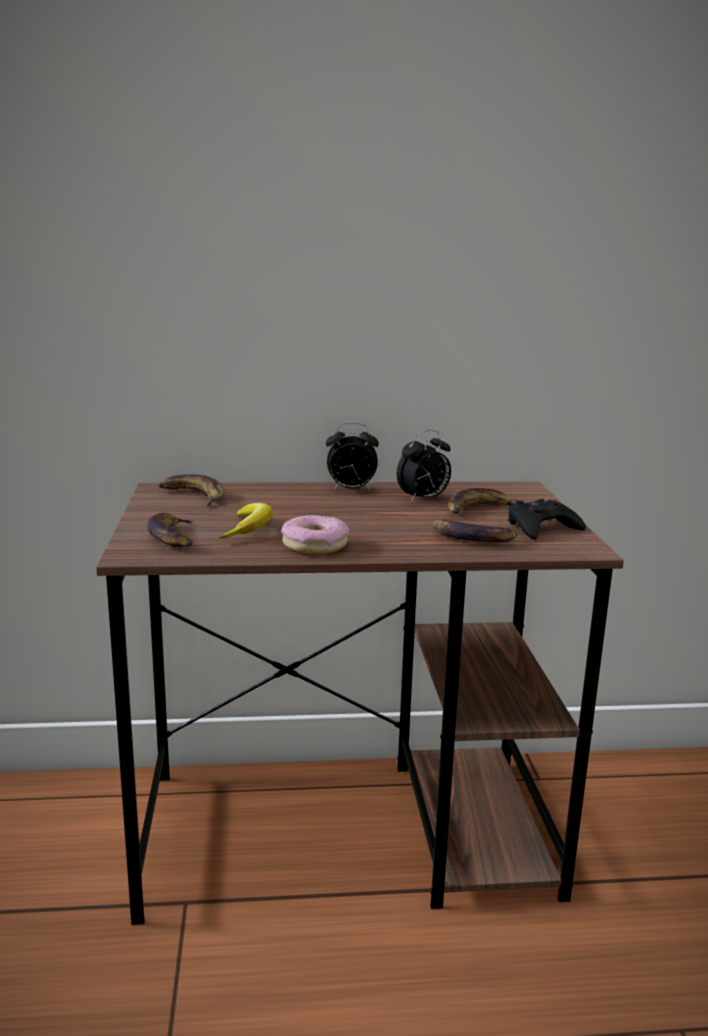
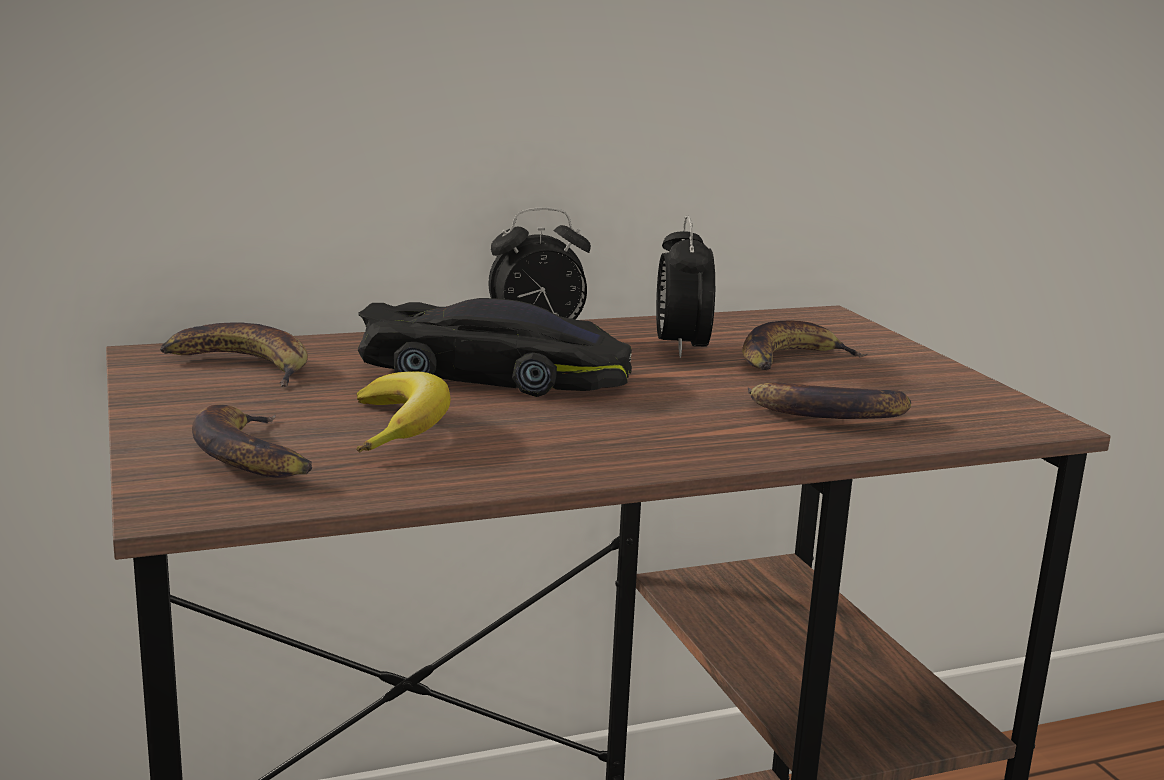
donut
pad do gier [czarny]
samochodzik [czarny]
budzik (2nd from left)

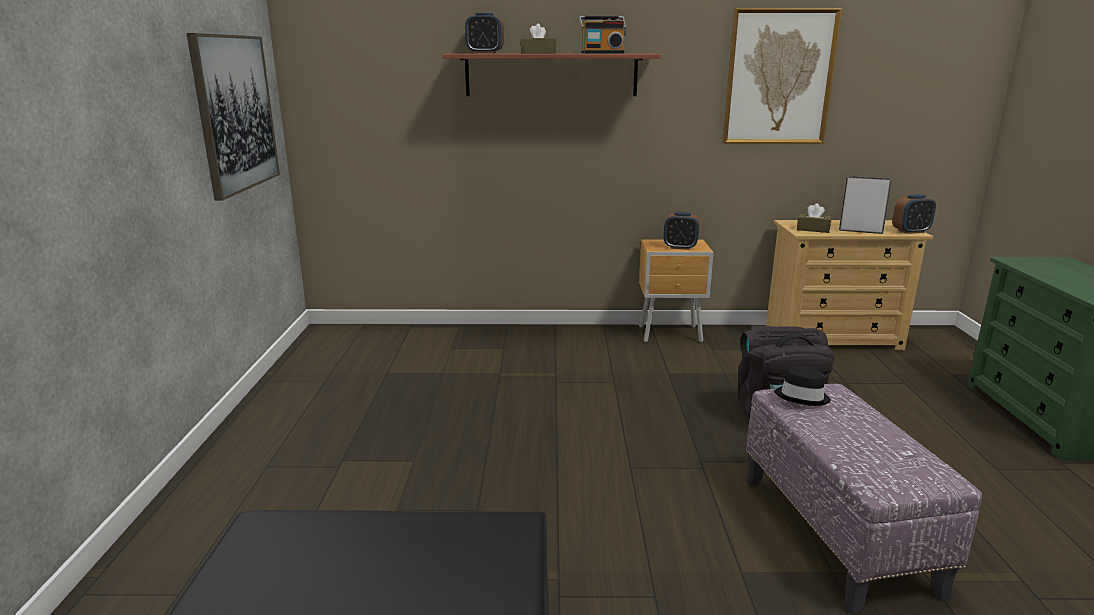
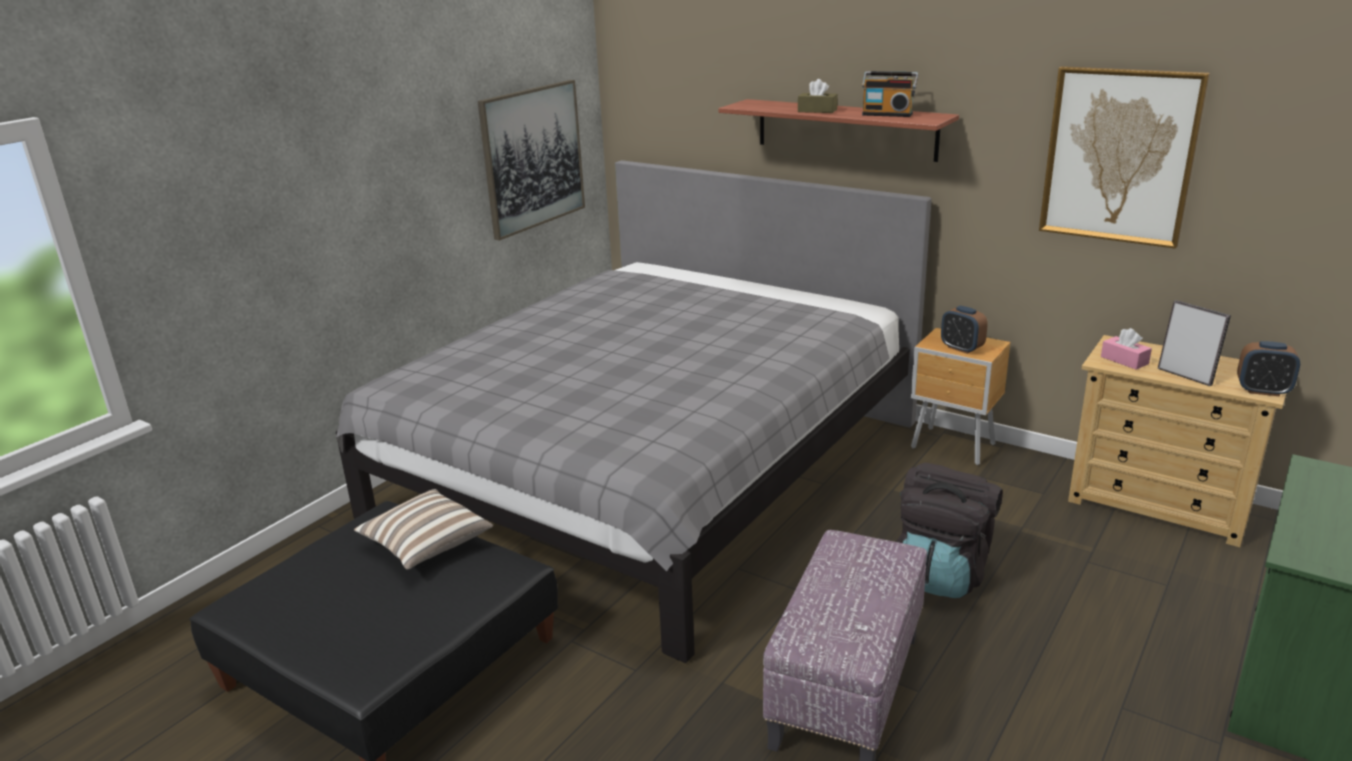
budzik (1st from left in the first image)
kapelusz [czarny]
łóżko [szary]
poduszka
pudełko chusteczek [różowy]

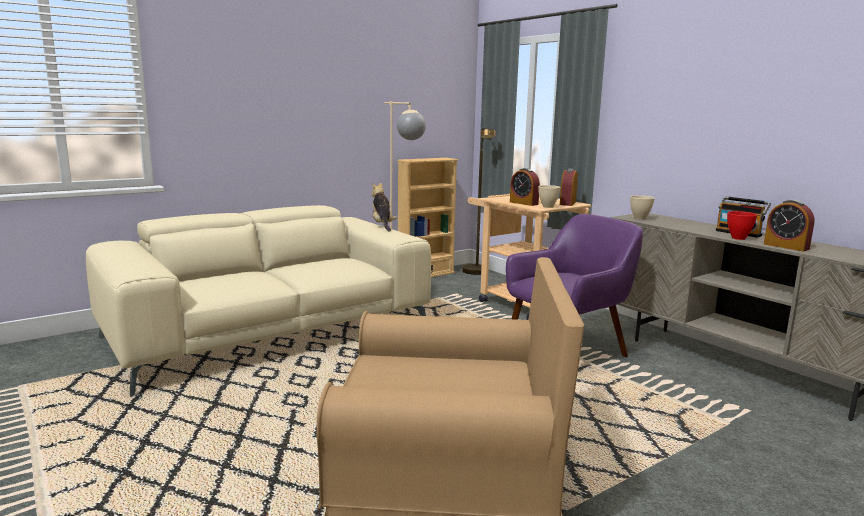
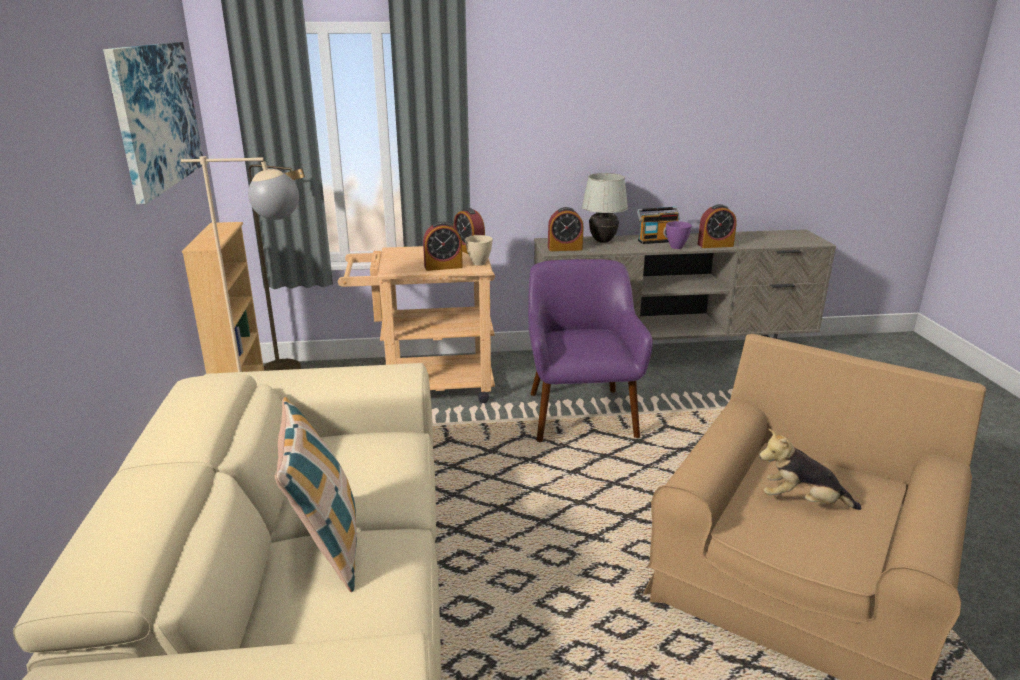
obraz
poduszka
lampa stołowa [biały]
pluszak
budzik (3rd from left)
miska [fioletowy]

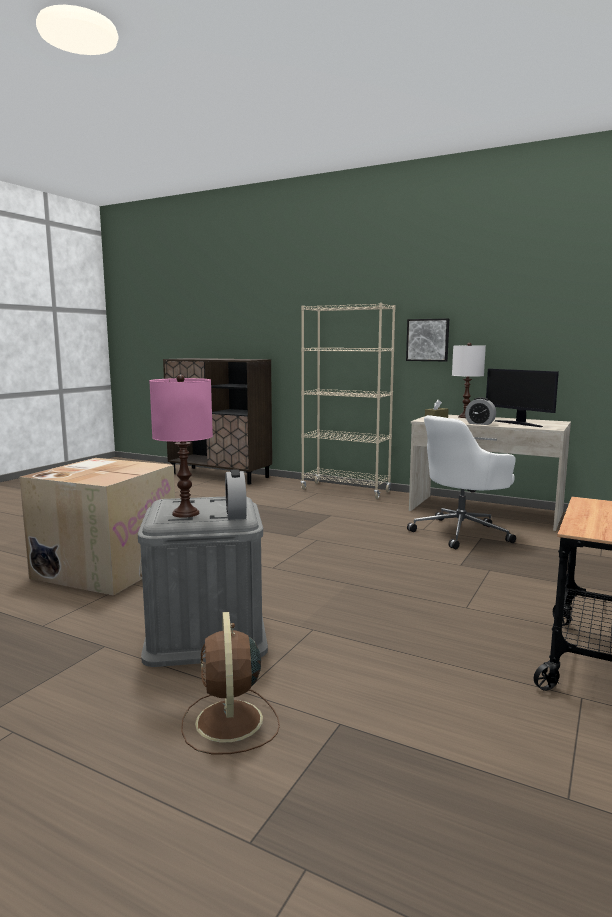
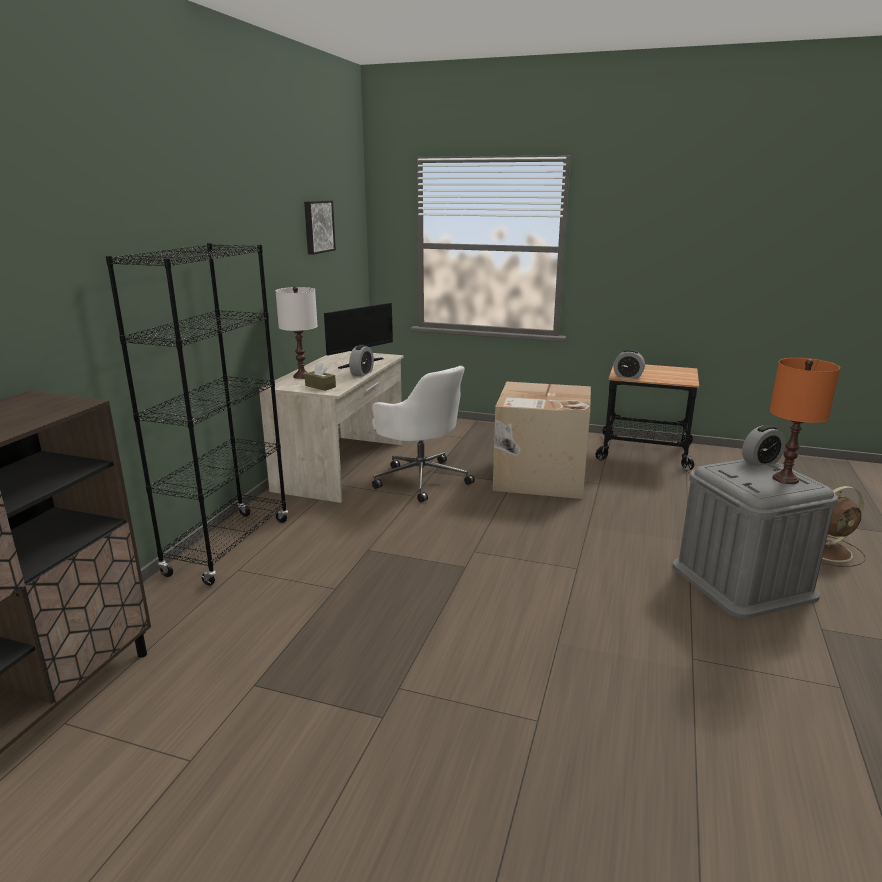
budzik (2nd from left)
karton
obraz
lampa stołowa [pomarańczowy]
regał [czarny]

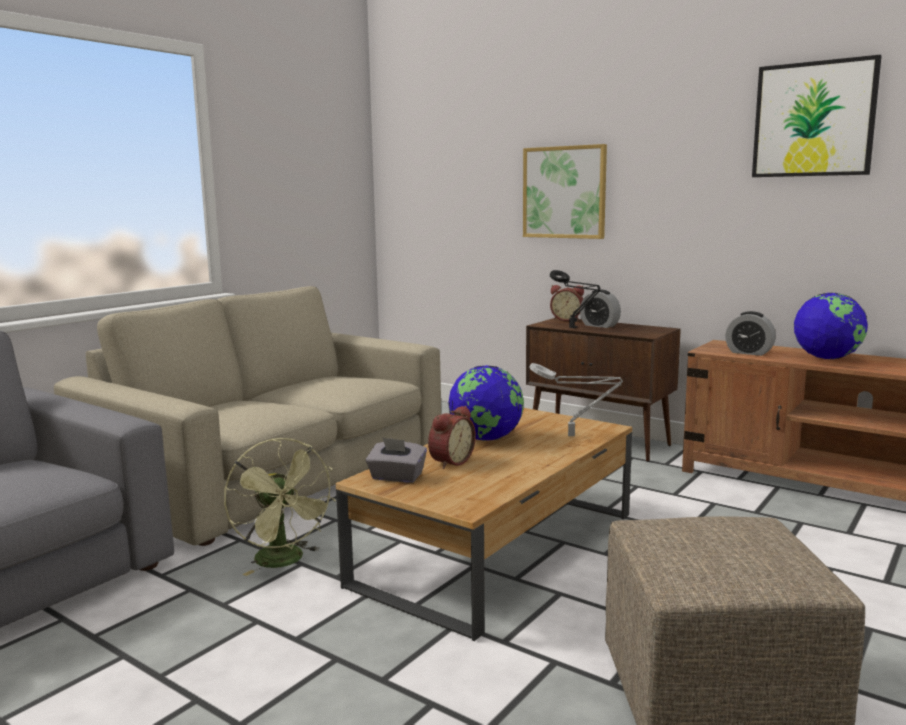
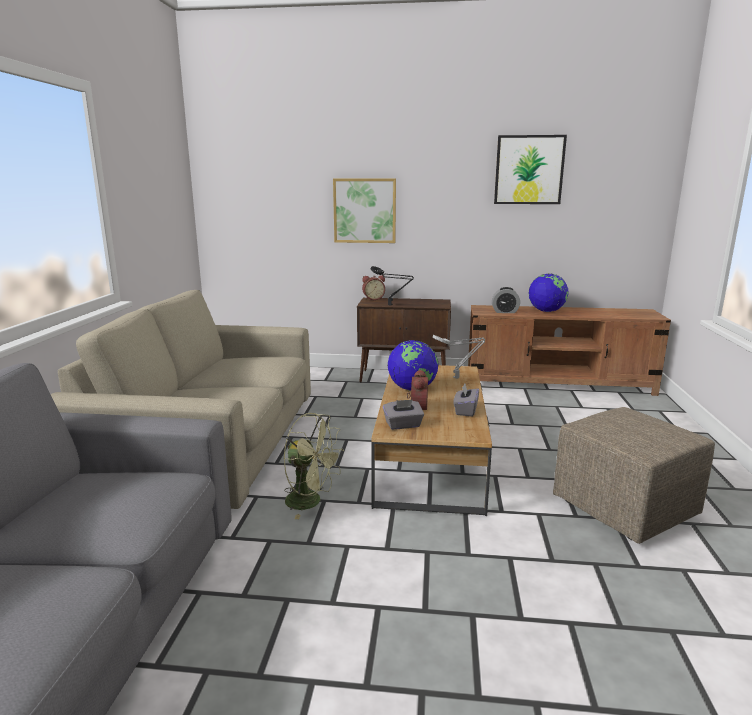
budzik (3rd from left in the first image)
pudełko chusteczek [szary] (2nd from left)

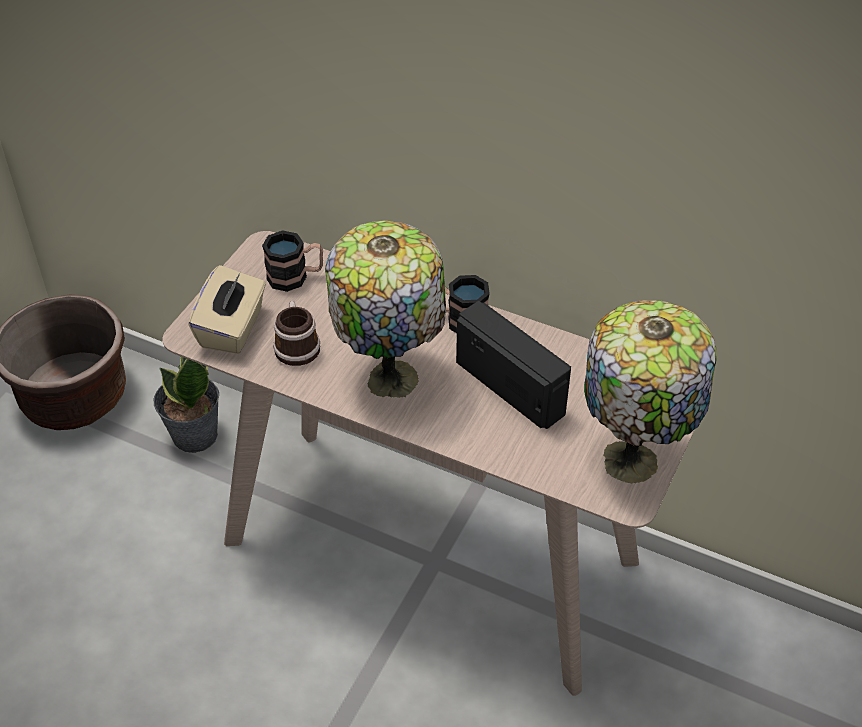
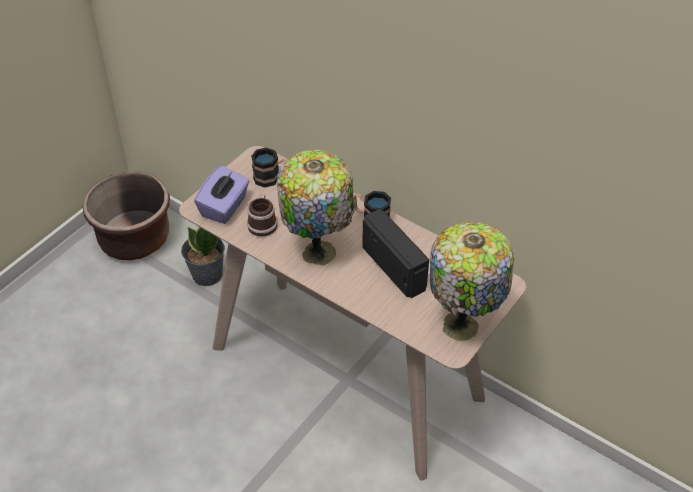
pudełko chusteczek [fioletowy]

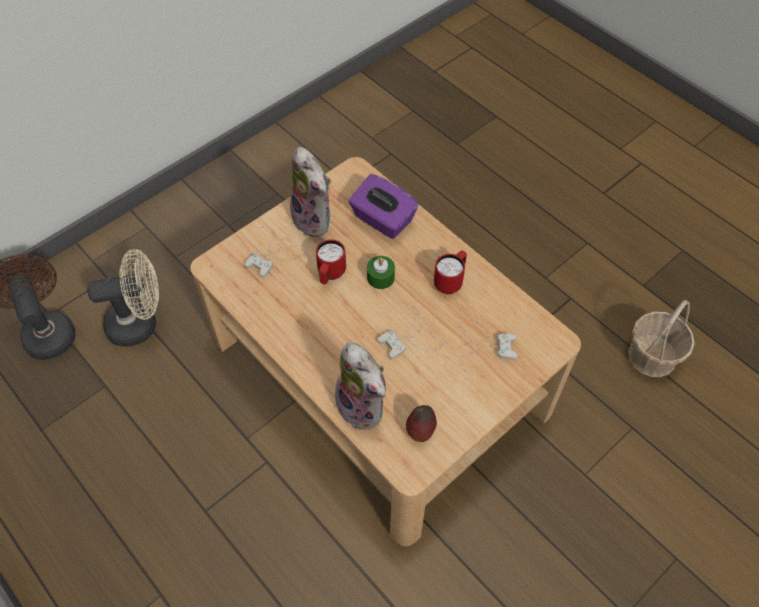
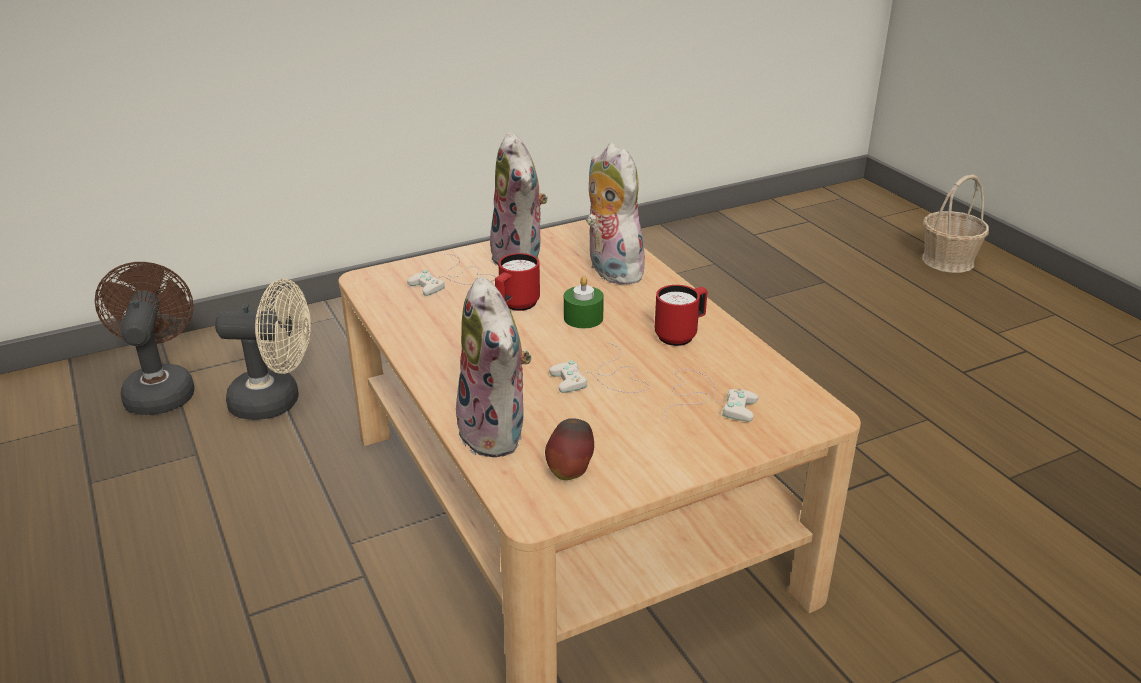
koszyk
pluszak (3rd from left)

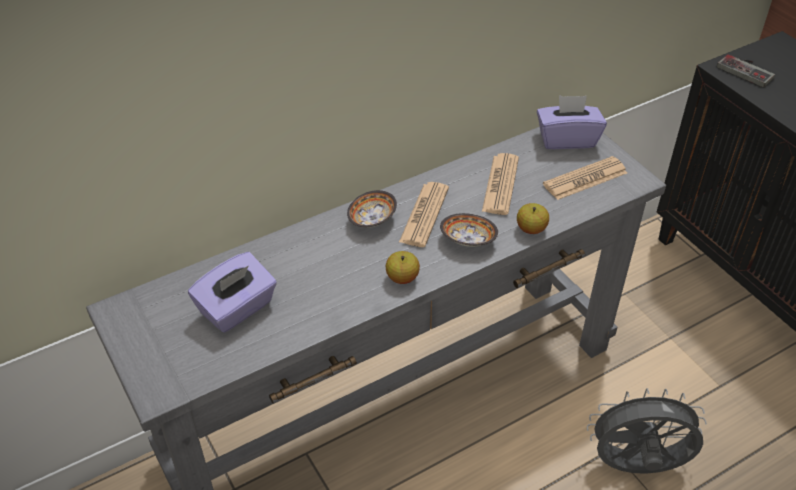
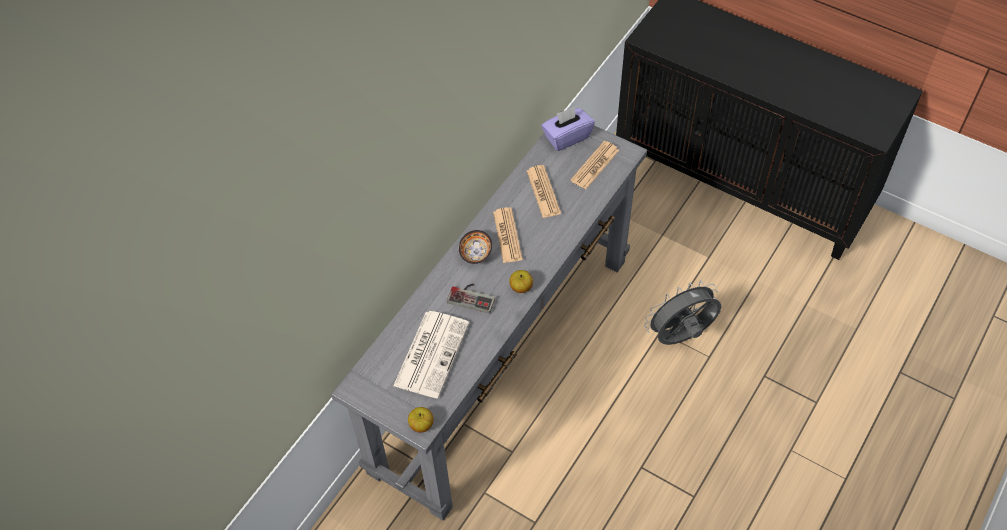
miska (2nd from left in the first image)
jabłko (1st from left)
pad do gier
gazeta (1st from left)

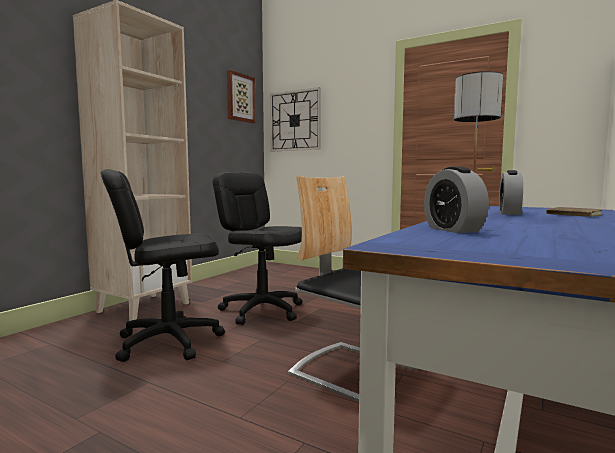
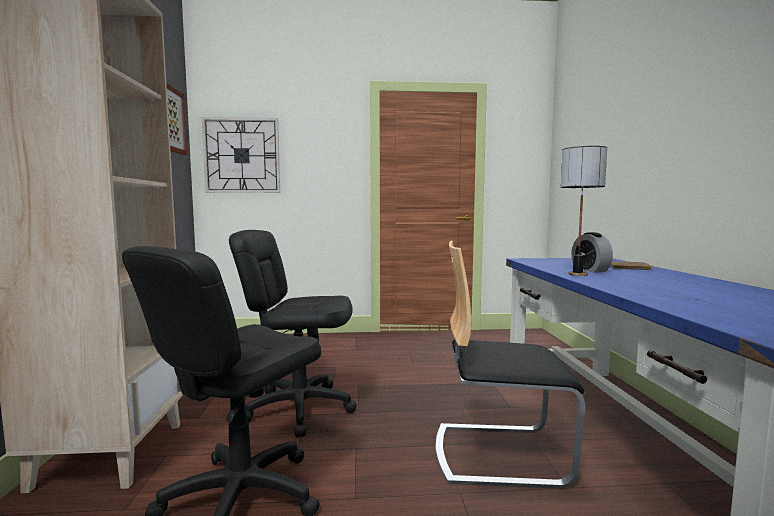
budzik (1st from left in the first image)

